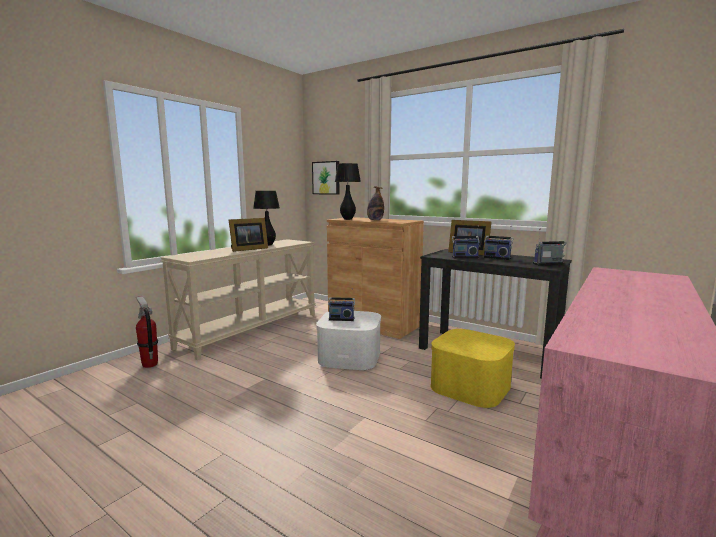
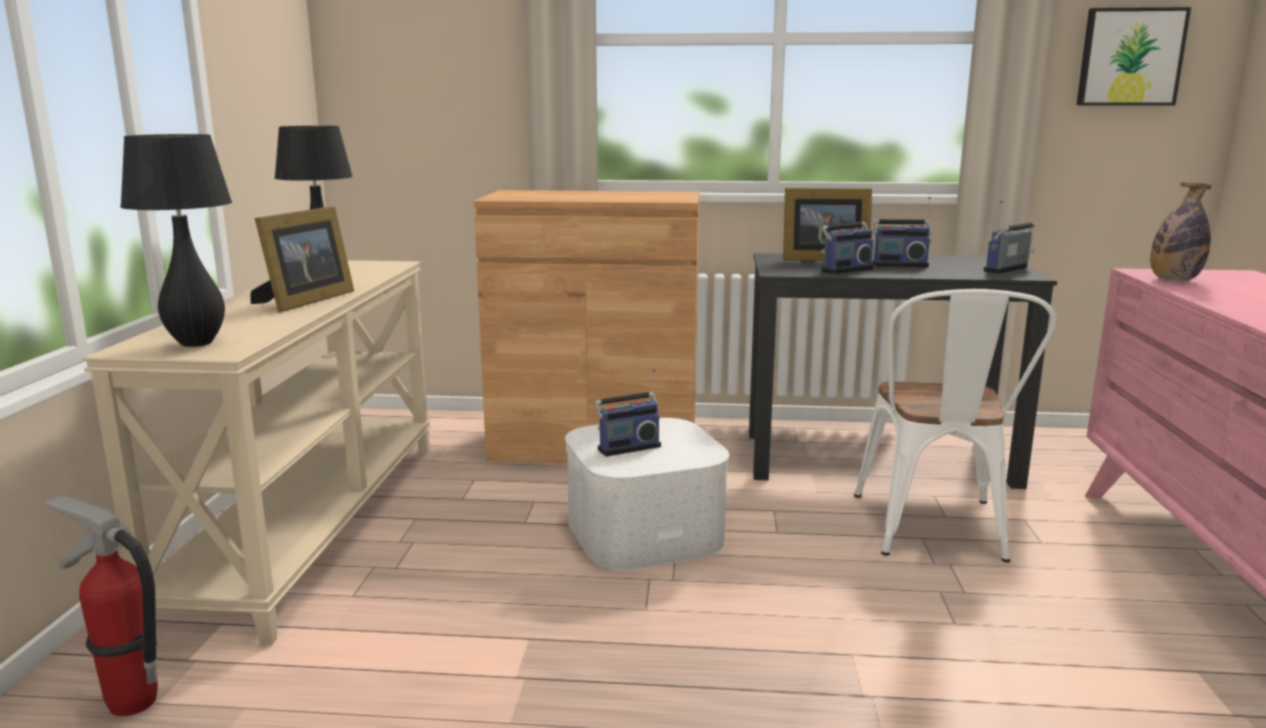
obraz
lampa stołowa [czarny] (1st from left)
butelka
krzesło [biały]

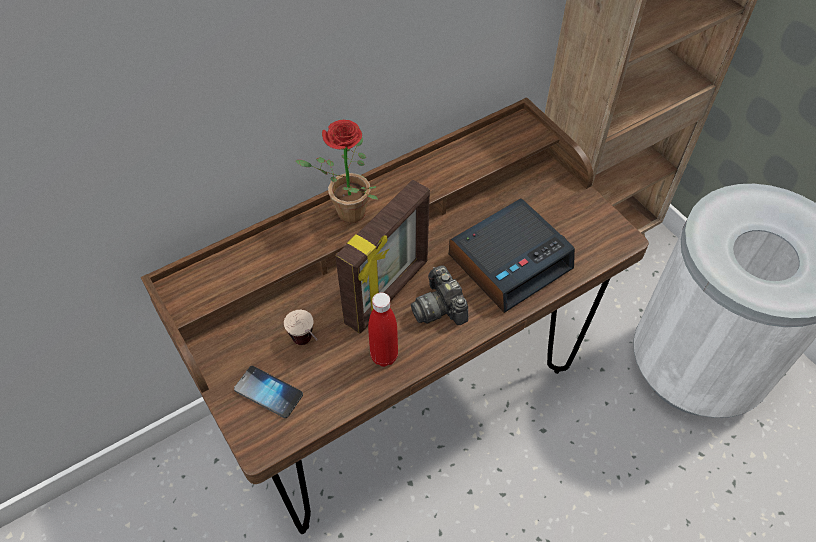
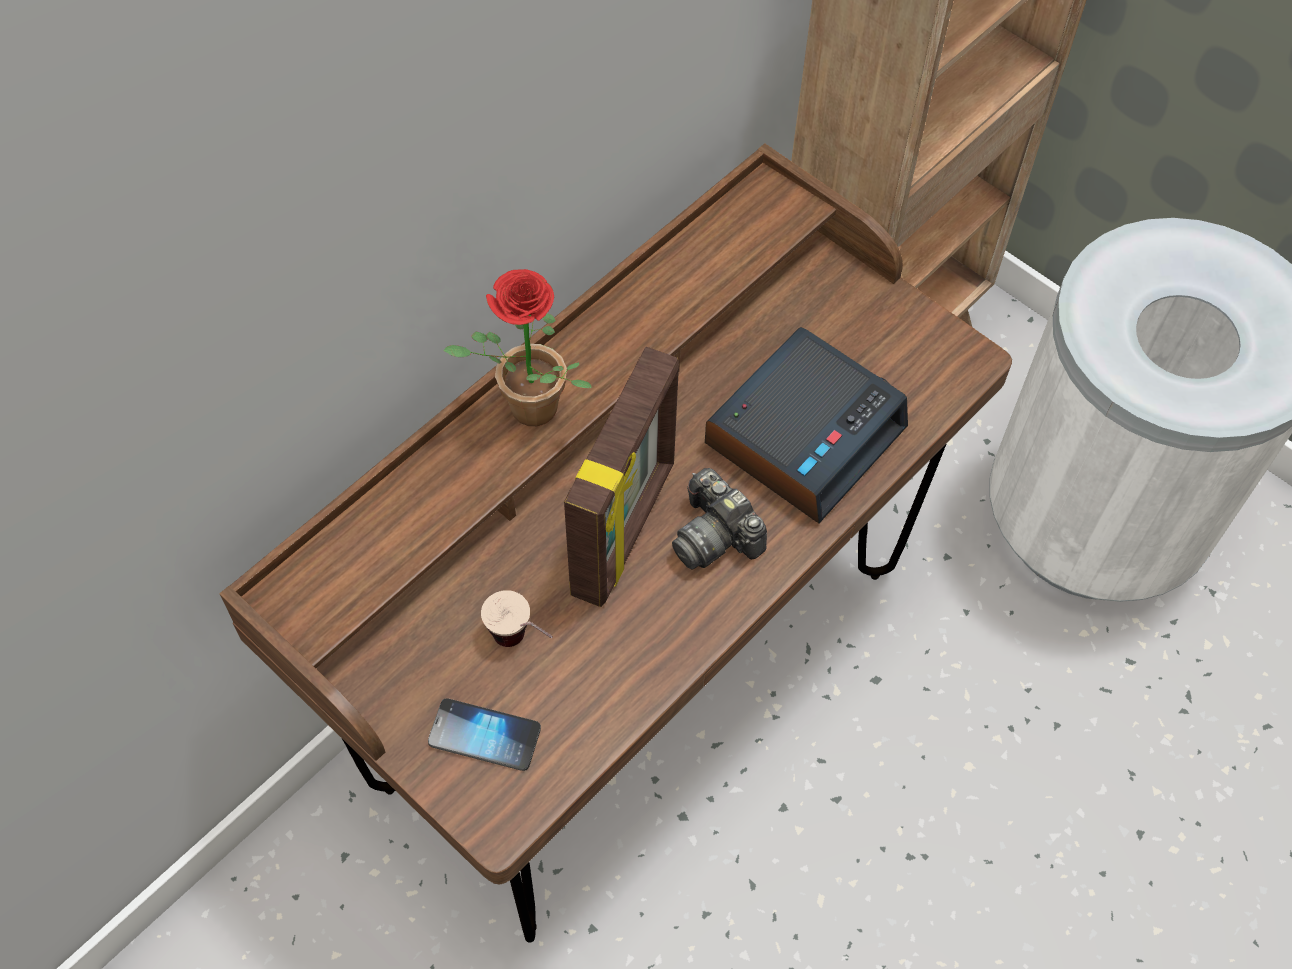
butelka [czerwony]

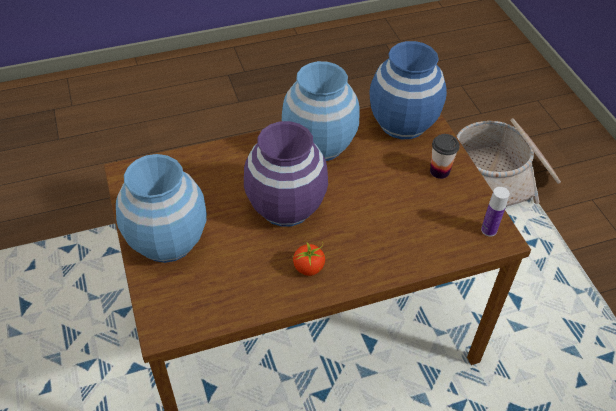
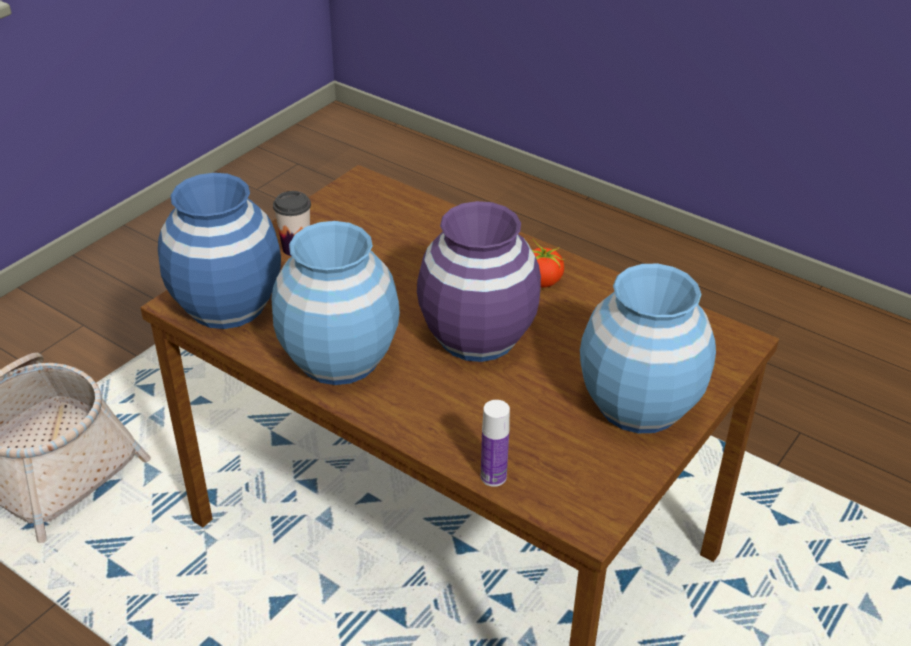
butelka

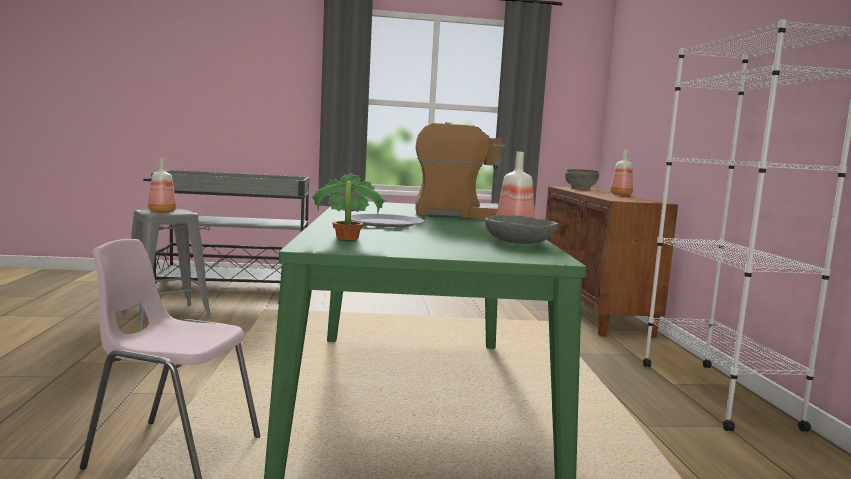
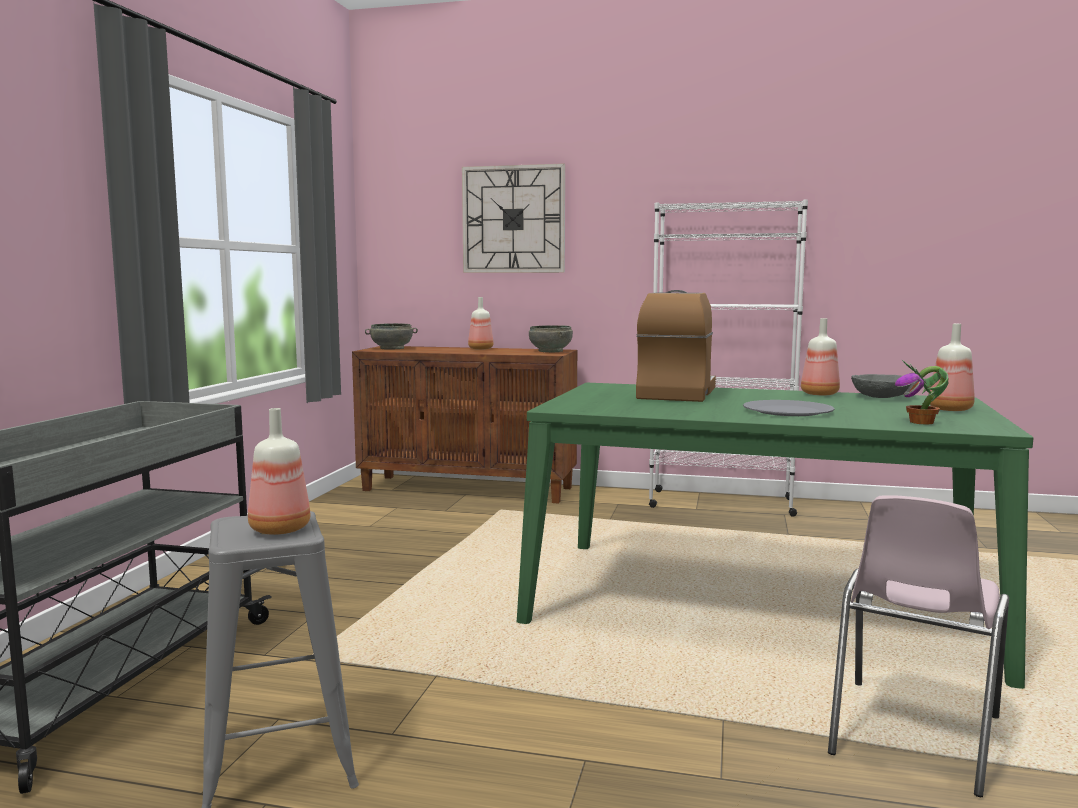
zegar ścienny
miska [szary] (2nd from left)
butelka (4th from left)

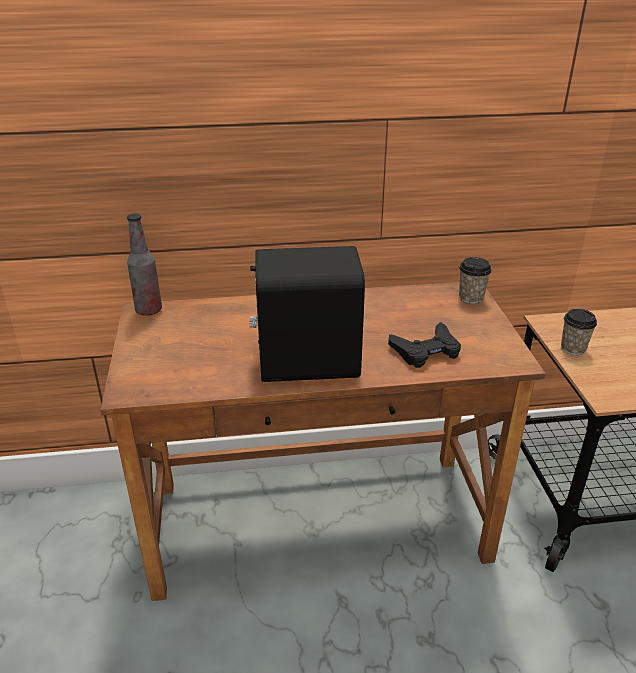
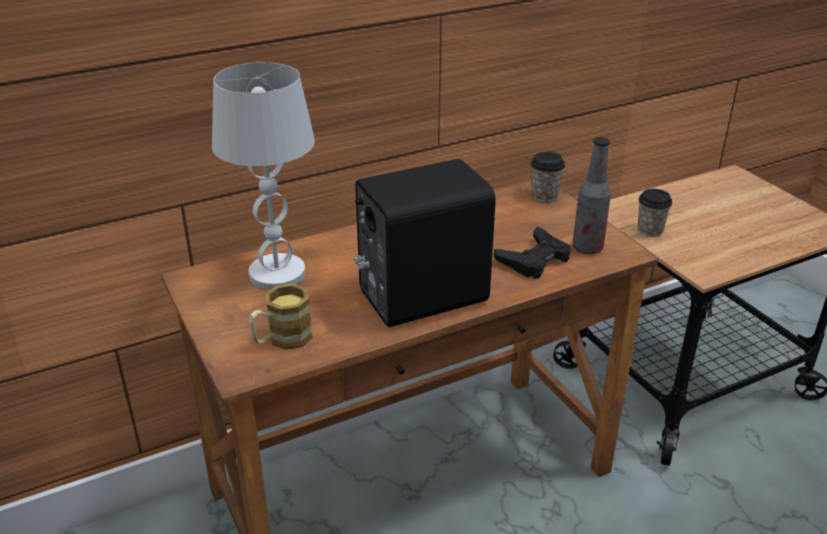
lampa stołowa [biały]
kubek
butelka

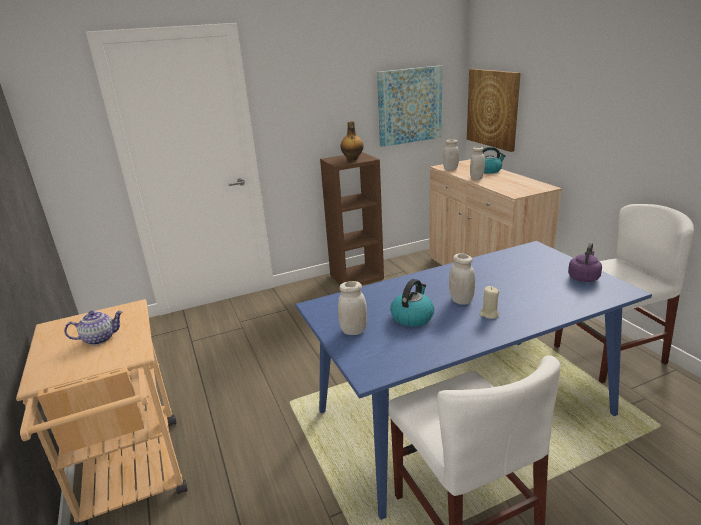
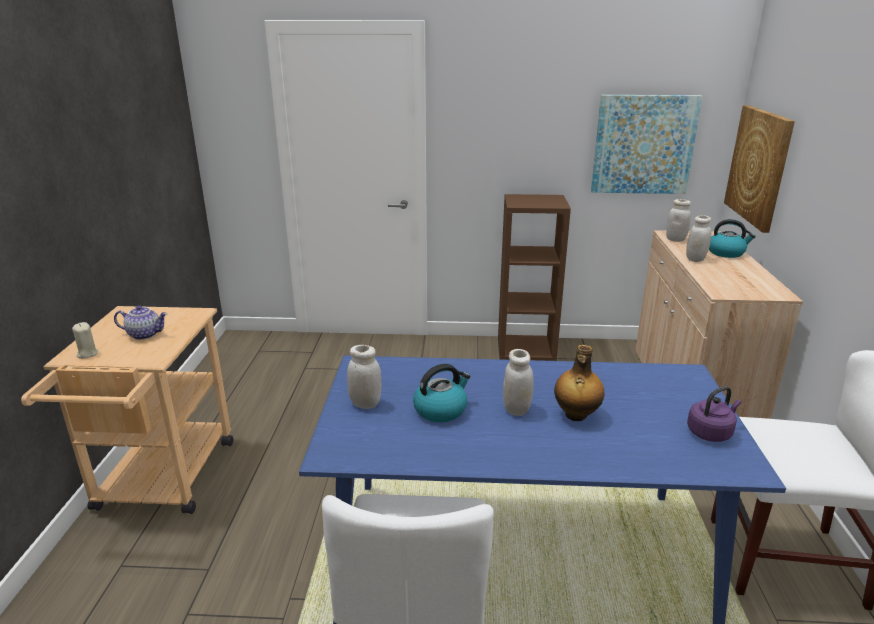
butelka
świeca [beżowy]

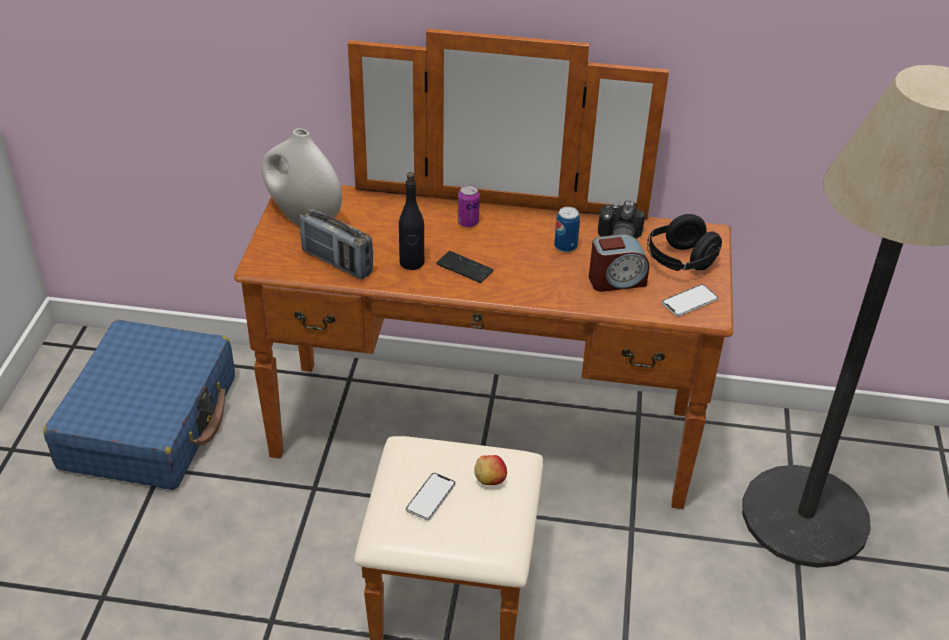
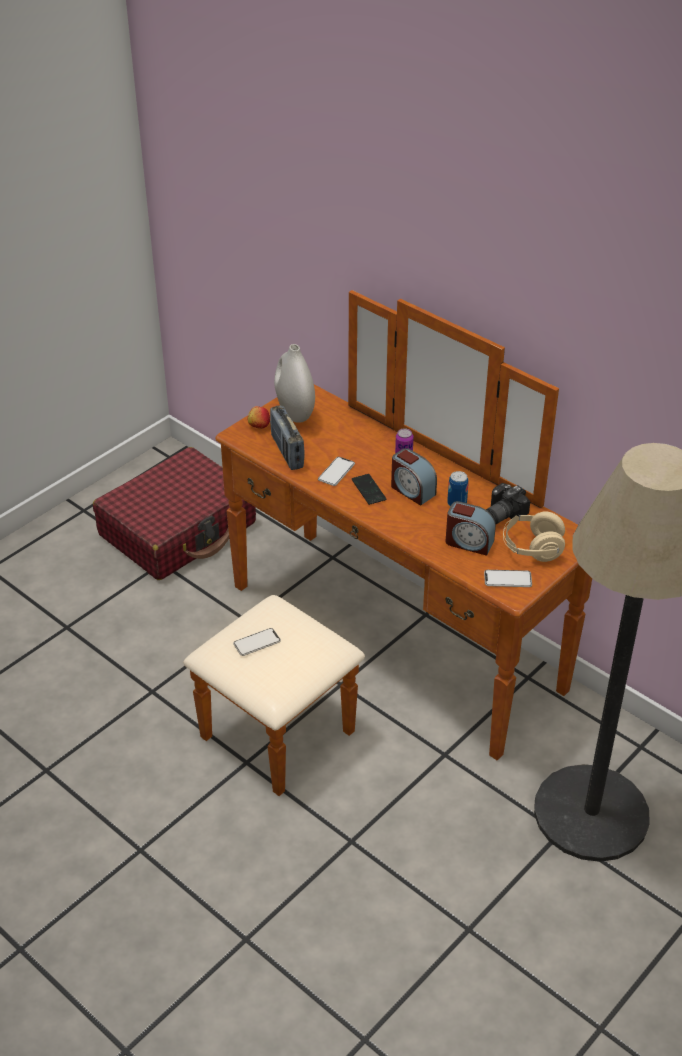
budzik (1st from left)
jabłko
telefon (2nd from left)
walizka [czerwony]
słuchawki [beżowy]

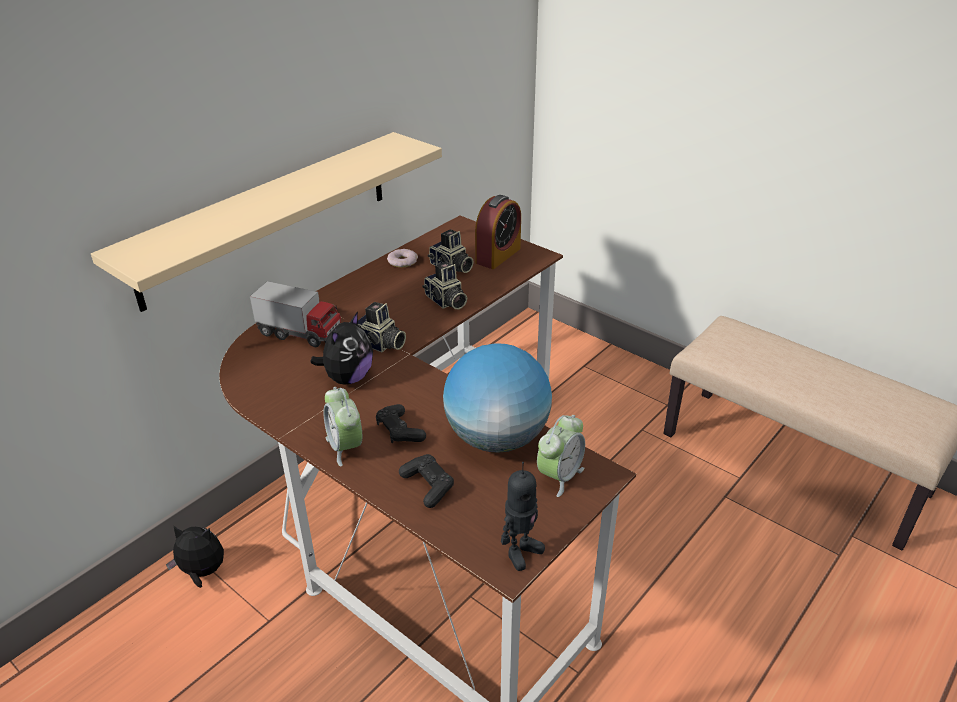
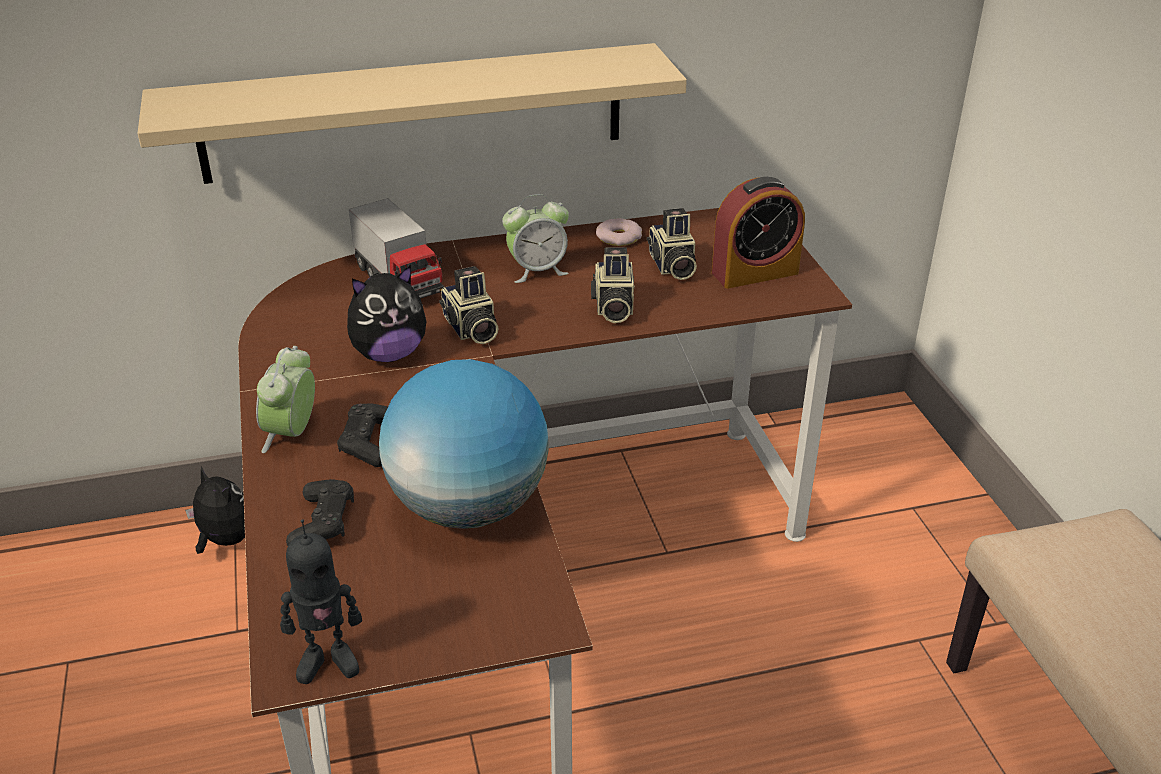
budzik (2nd from left)

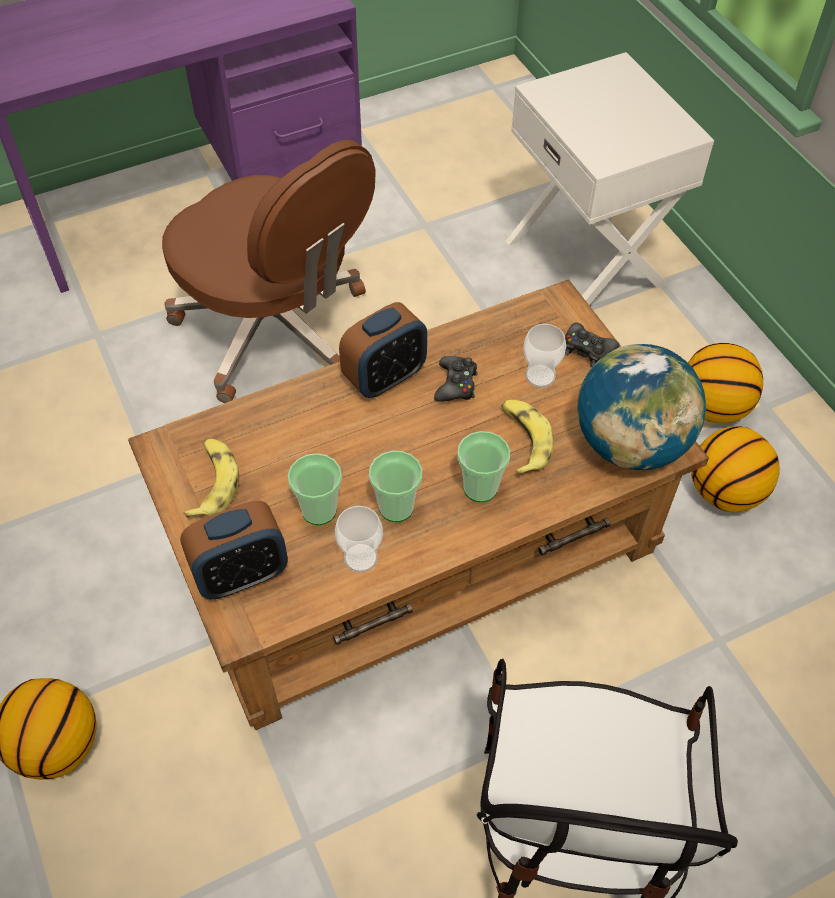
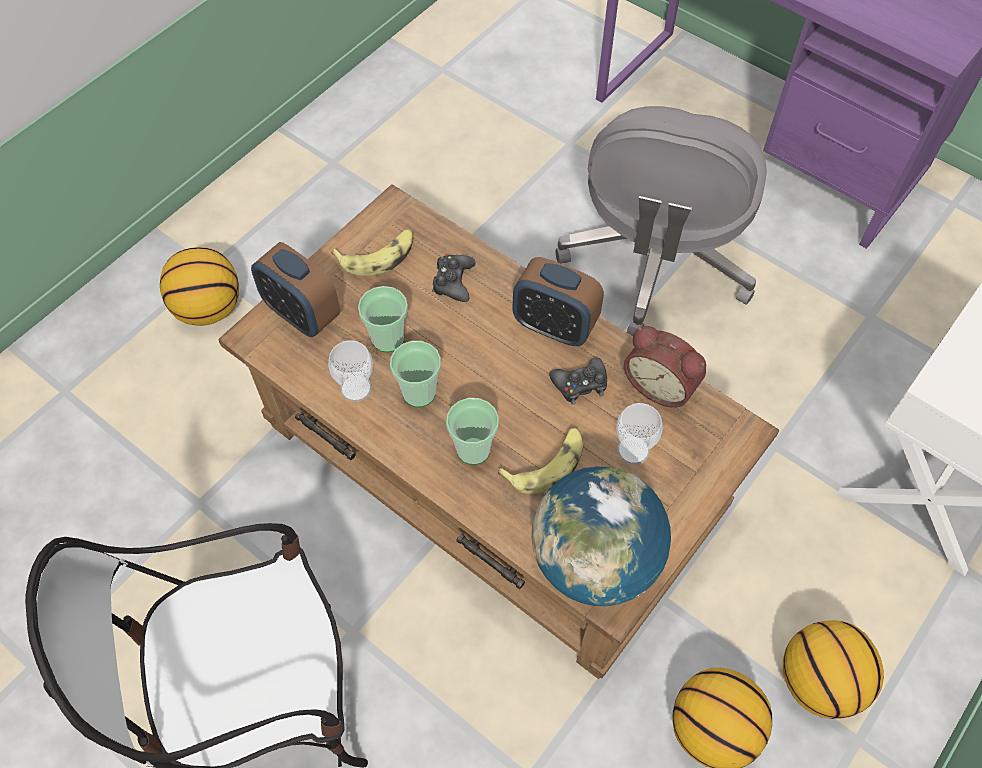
budzik (3rd from left)
pad do gier [czarny] (1st from left)
krzesło biurowe [szary]

